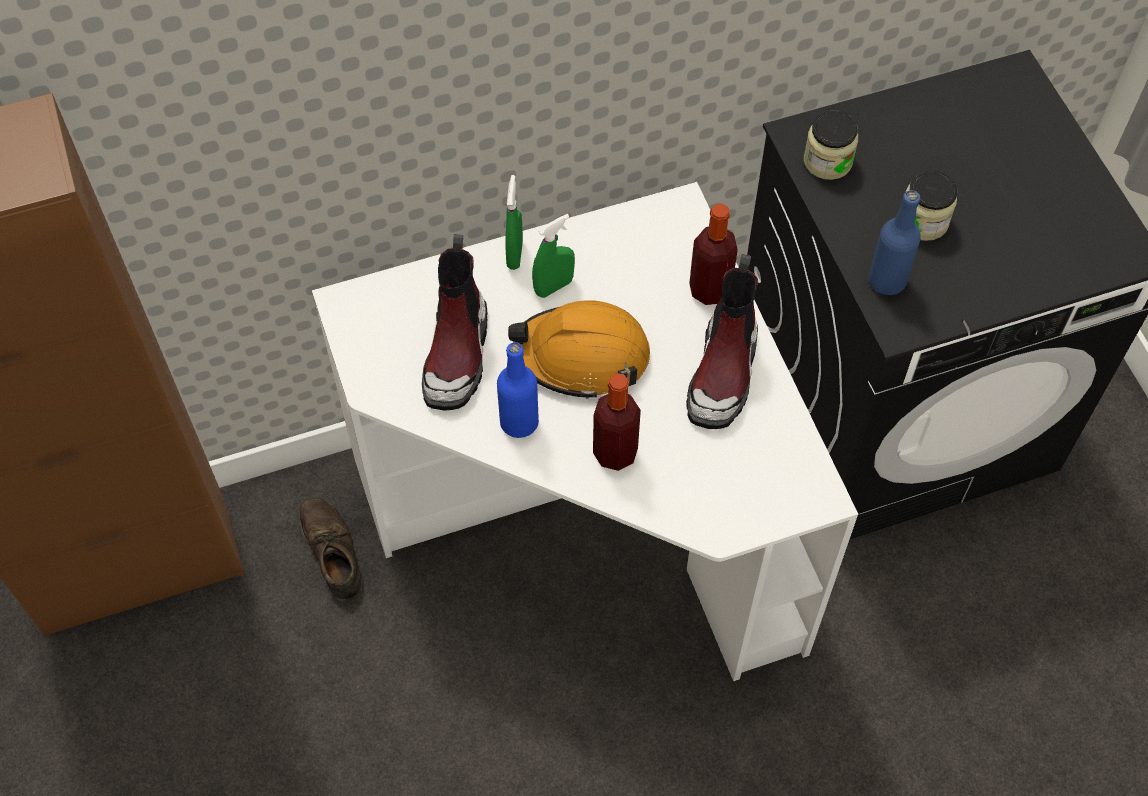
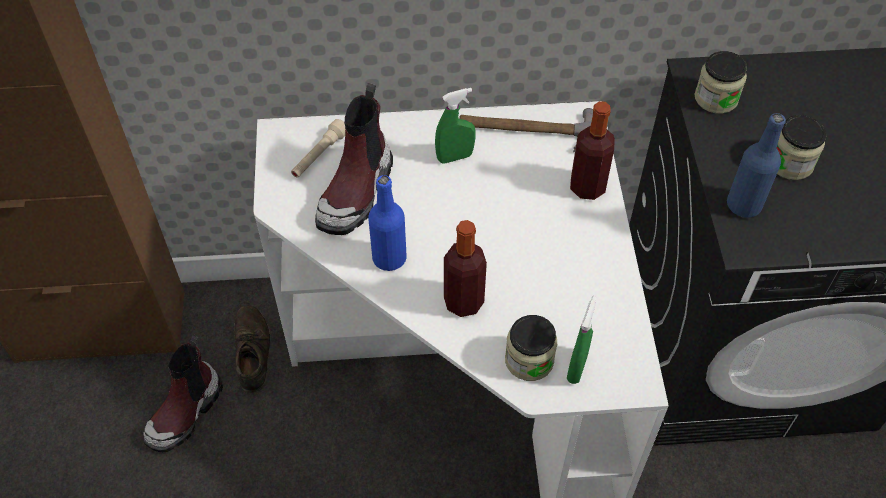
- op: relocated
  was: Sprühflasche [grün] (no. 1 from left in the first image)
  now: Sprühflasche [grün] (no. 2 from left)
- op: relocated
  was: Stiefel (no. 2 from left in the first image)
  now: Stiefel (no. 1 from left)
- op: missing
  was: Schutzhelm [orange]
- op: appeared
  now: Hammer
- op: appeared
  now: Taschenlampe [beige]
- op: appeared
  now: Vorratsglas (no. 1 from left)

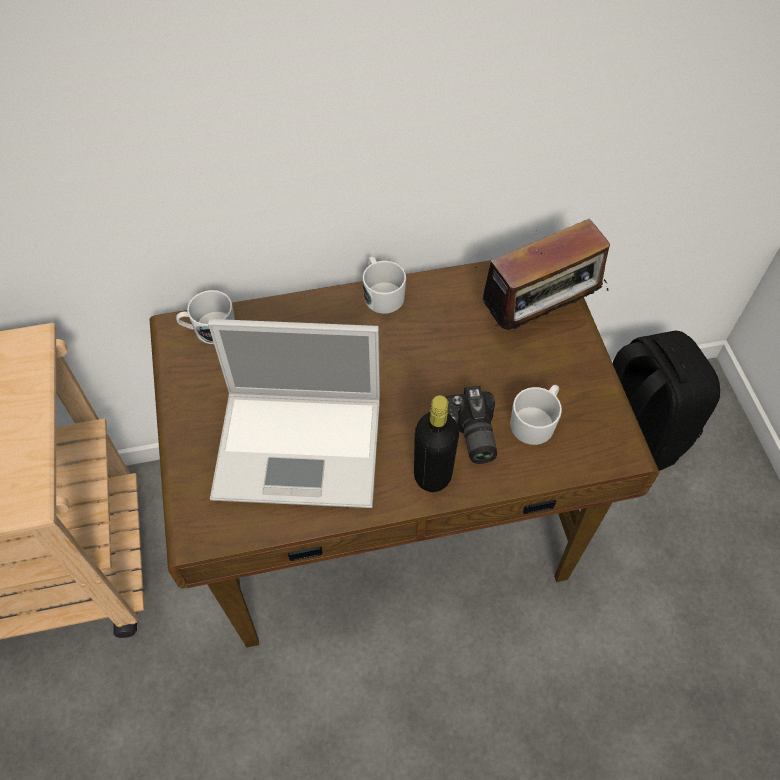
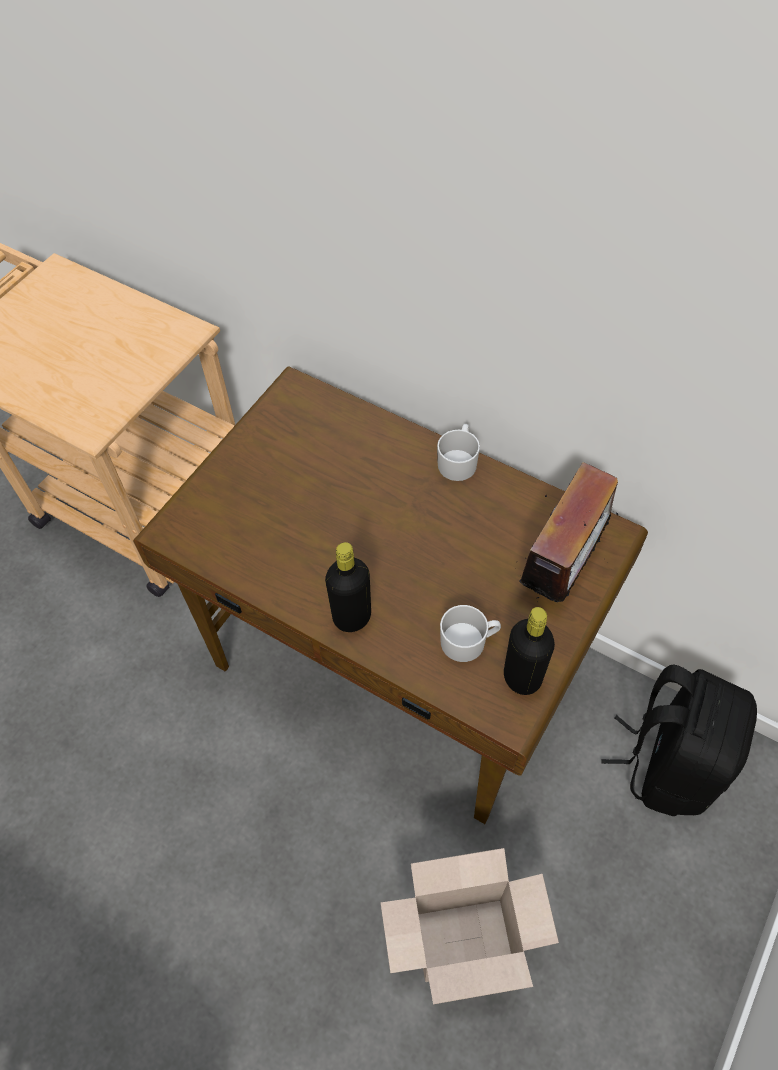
- op: spun
  was: Radio
  clockwise: -75
- op: missing
  was: Henkelbecher [weiß] (no. 1 from left)
- op: missing
  was: Laptop
- op: missing
  was: Kamera
- op: appeared
  now: Flasche [schwarz] (no. 2 from left)
- op: appeared
  now: Karton

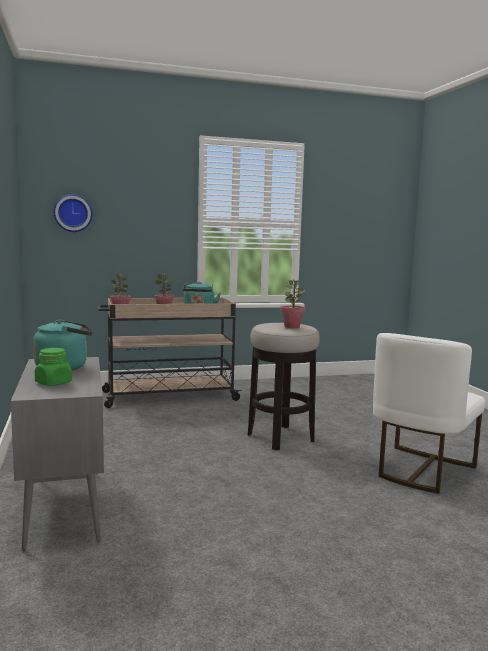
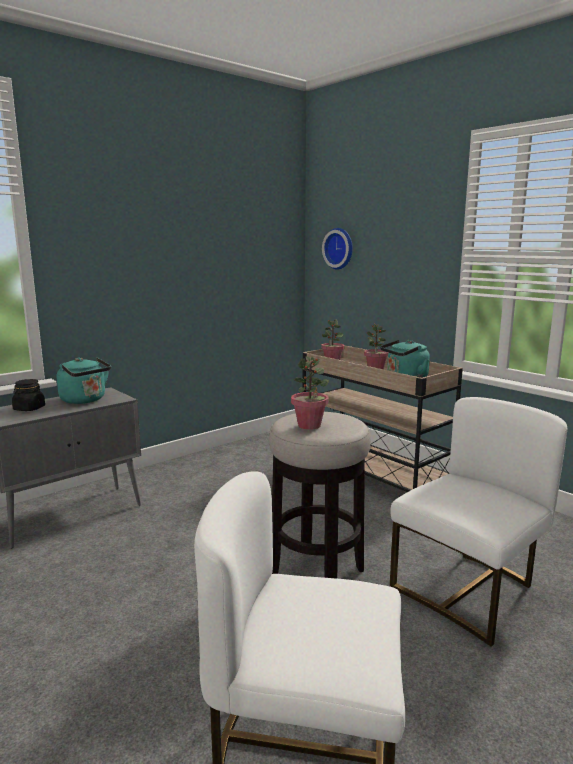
- op: colour
  was: Vorratsglas [grün]
  now: Vorratsglas [schwarz]
- op: appeared
  now: Stuhl [weiß] (no. 2 from left)

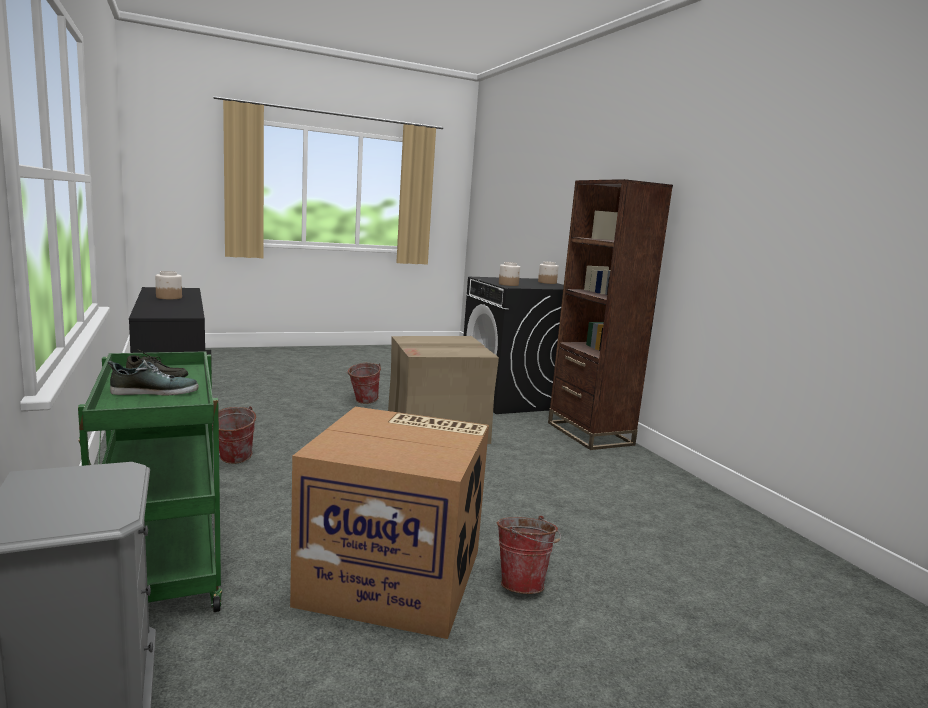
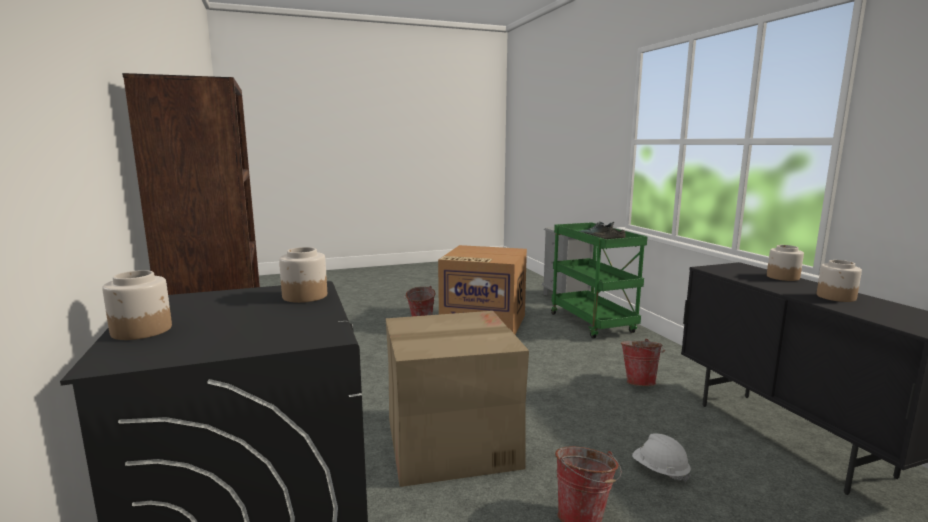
- op: appeared
  now: Vorratsglas (no. 3 from left)
- op: appeared
  now: Schutzhelm [weiß]

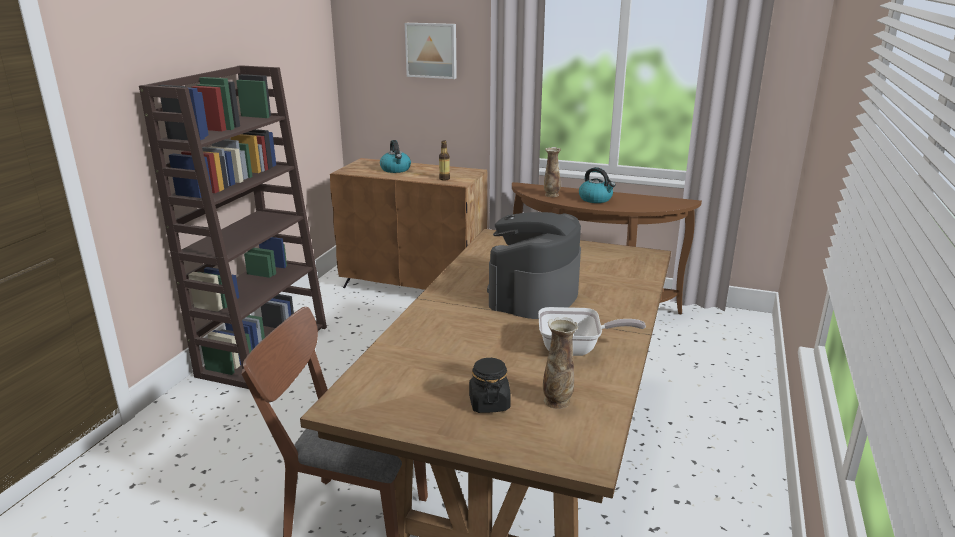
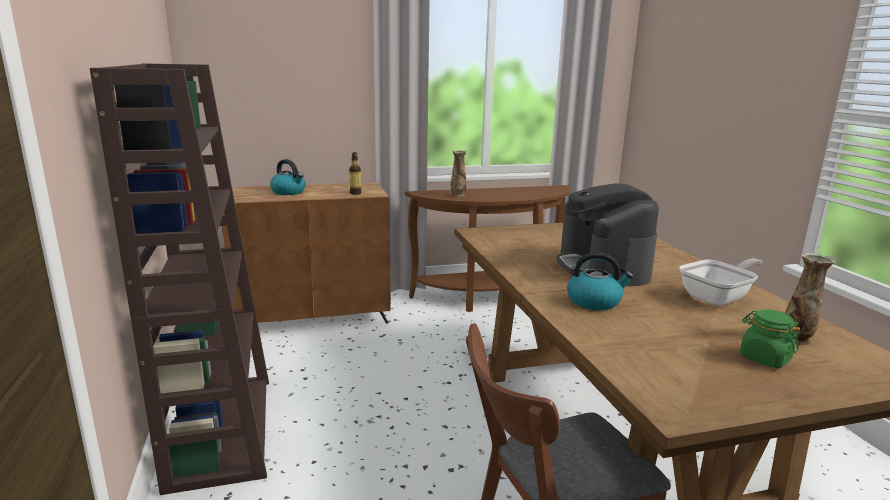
- op: missing
  was: Bild
- op: relocated
  was: Wasserkessel (no. 2 from left)
- op: colour
  was: Vorratsglas [schwarz]
  now: Vorratsglas [grün]

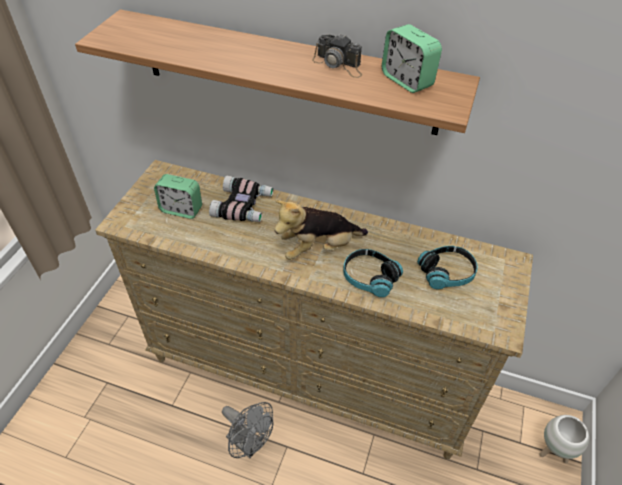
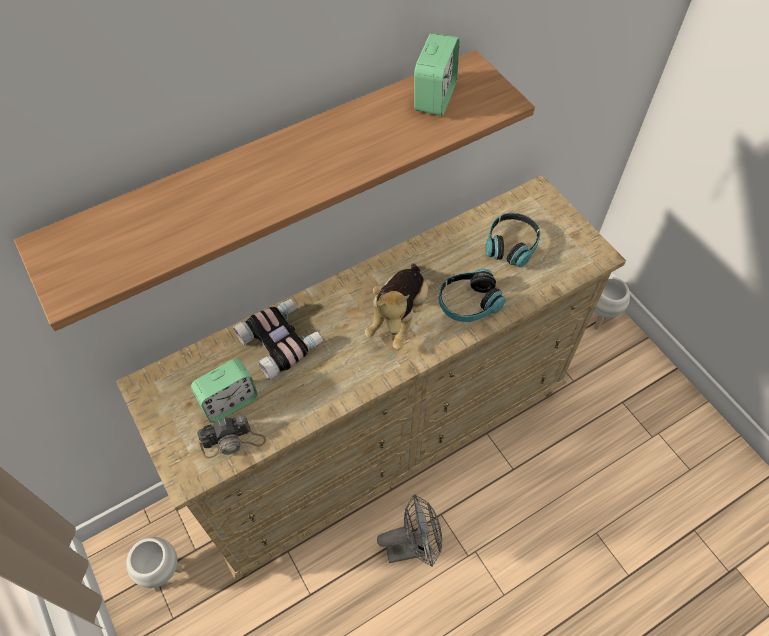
- op: spun
  was: Wecker (no. 2 from left)
  clockwise: -75
- op: relocated
  was: Kamera
- op: appeared
  now: Pflanzkübel [weiß] (no. 1 from left)

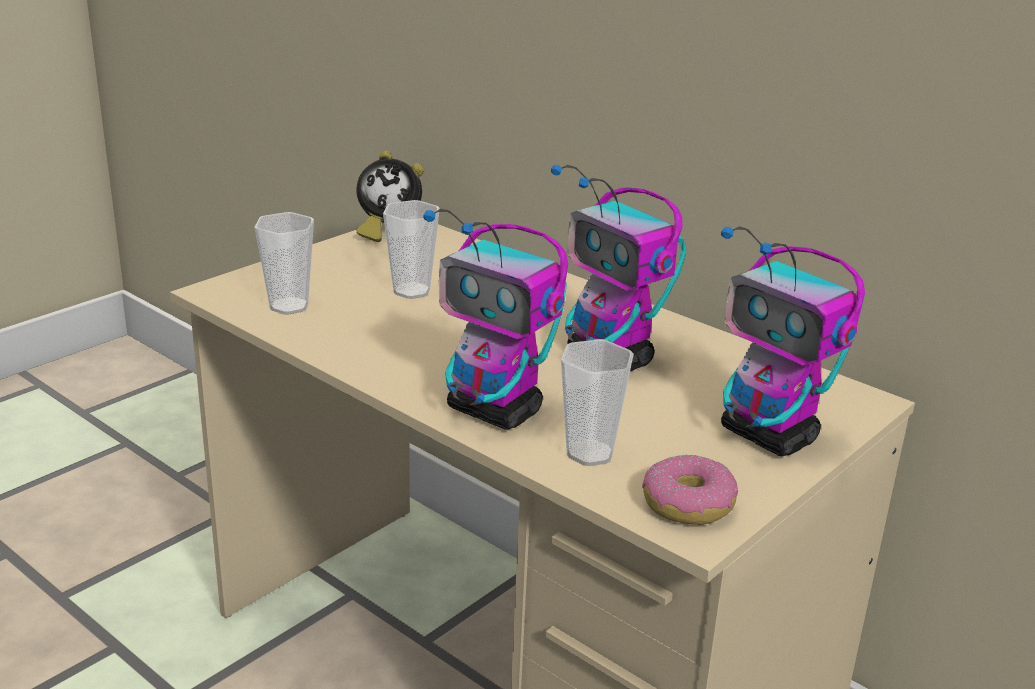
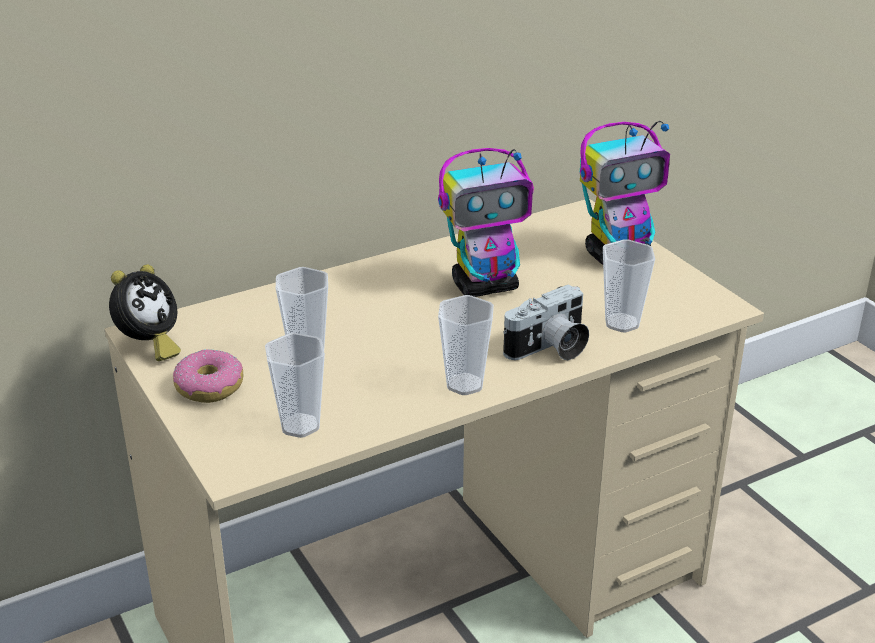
- op: exchanged
  was: Spielzeugroboter (no. 1 from left)
  now: Kamera
- op: relocated
  was: Donut
- op: appeared
  now: Tasse (no. 3 from left)

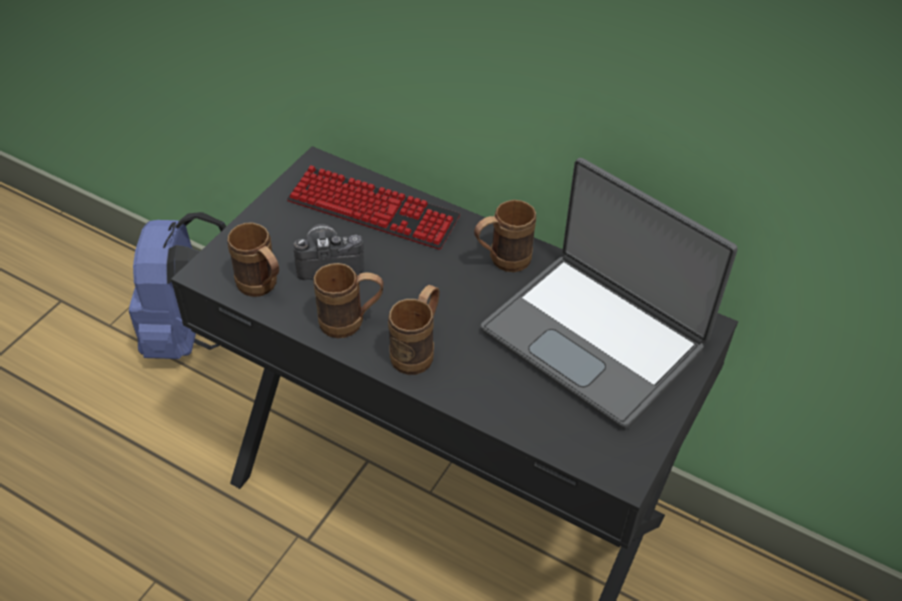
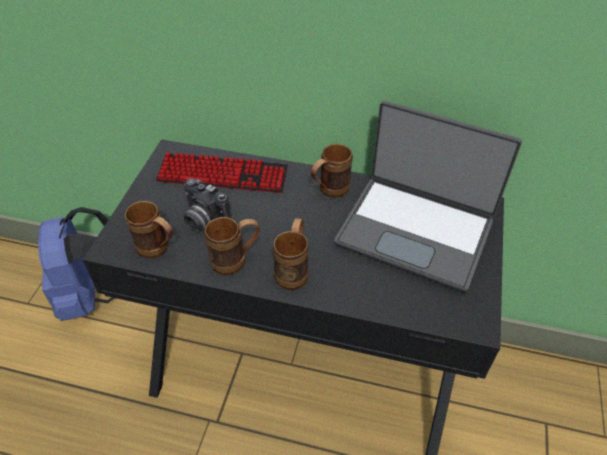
- op: spun
  was: Kamera
  clockwise: -120

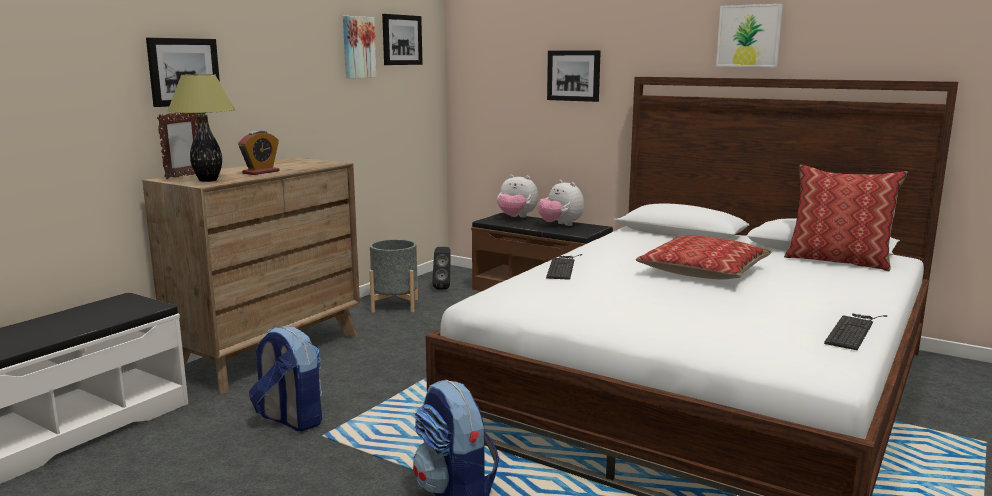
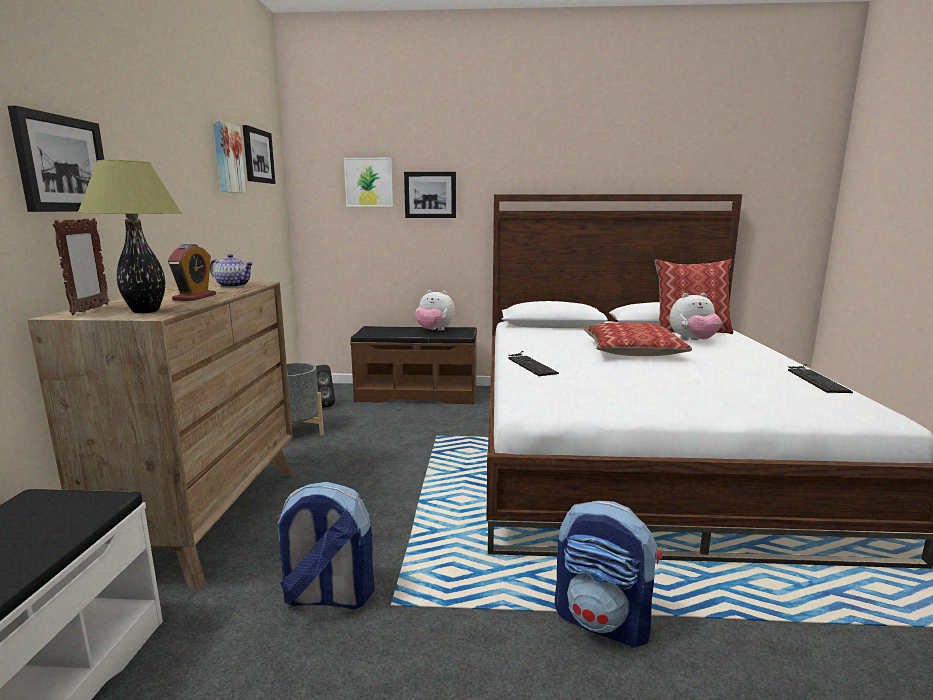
- op: relocated
  was: Bild (no. 5 from left in the first image)
  now: Bild (no. 4 from left)
- op: relocated
  was: Plüschtier (no. 1 from left in the first image)
  now: Plüschtier (no. 2 from left)
- op: appeared
  now: Teekanne

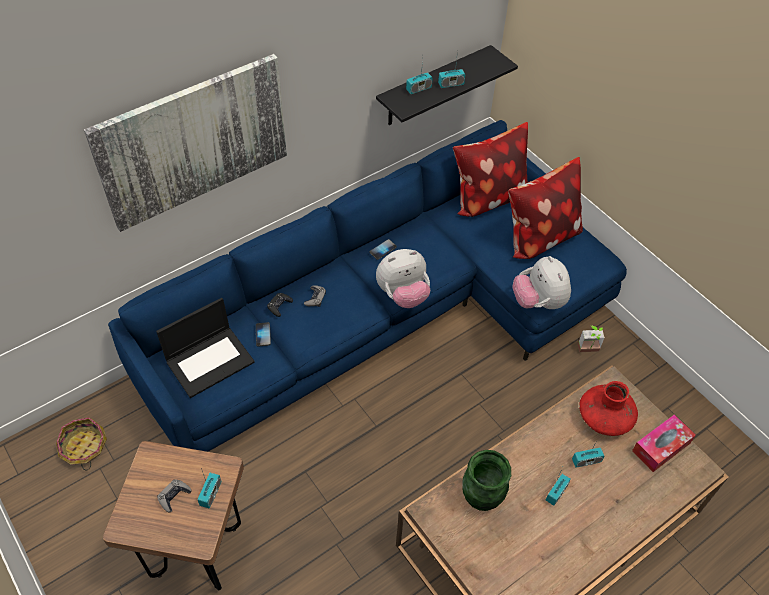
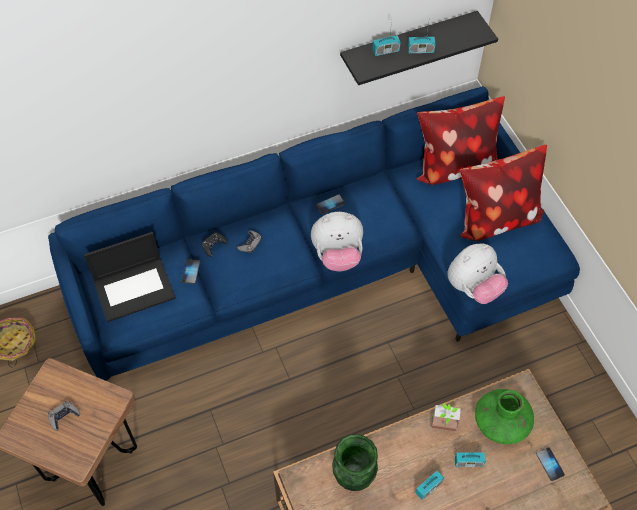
- op: missing
  was: Bild
- op: spun
  was: Plüschtier (no. 2 from left)
  clockwise: -120
- op: relocated
  was: Topfpflanze
- op: colour
  was: Vase [rot]
  now: Vase [grün] (no. 2 from left)
- op: exchanged
  was: Taschentuchbox
  now: Handy (no. 3 from left)
- op: missing
  was: Radio (no. 1 from left)

